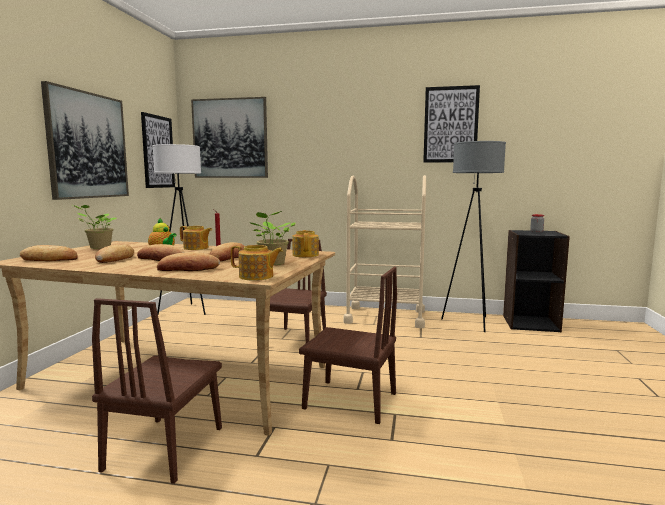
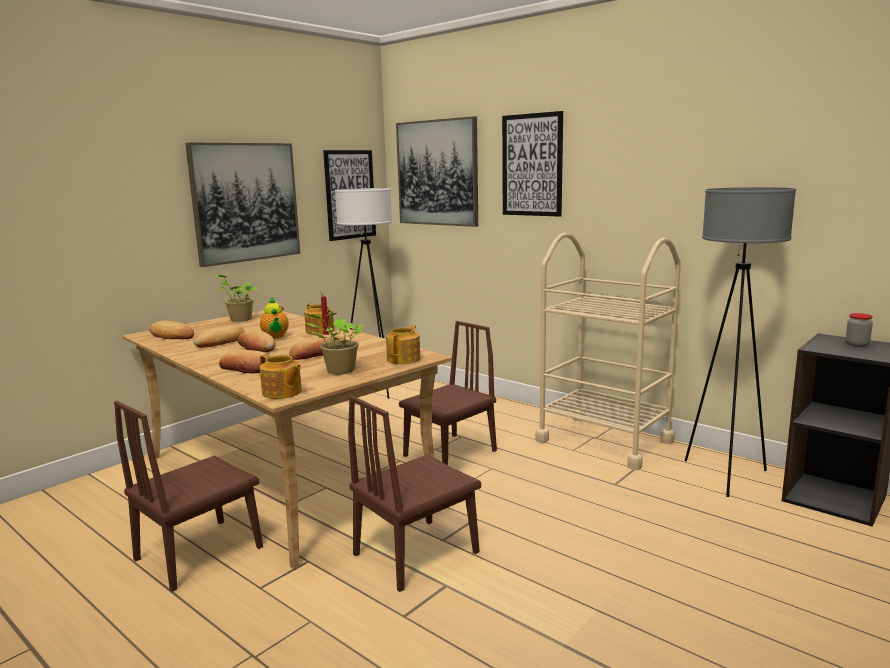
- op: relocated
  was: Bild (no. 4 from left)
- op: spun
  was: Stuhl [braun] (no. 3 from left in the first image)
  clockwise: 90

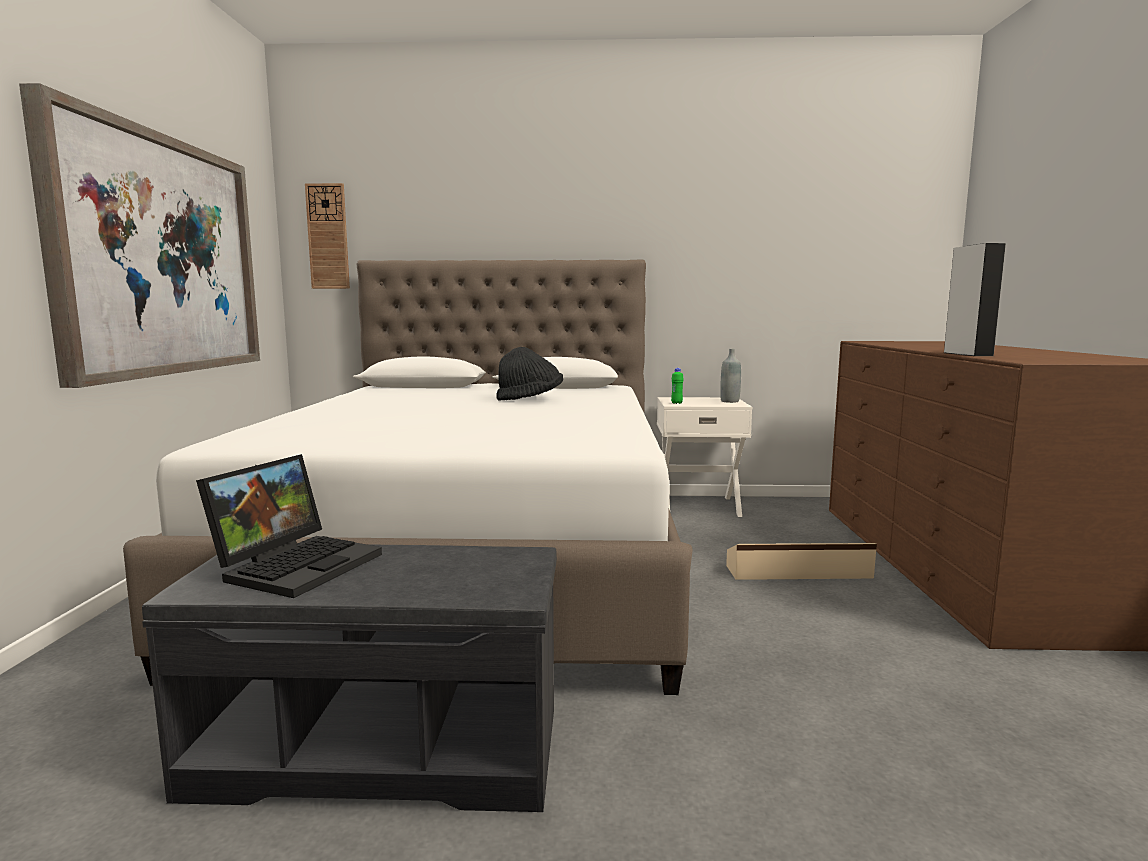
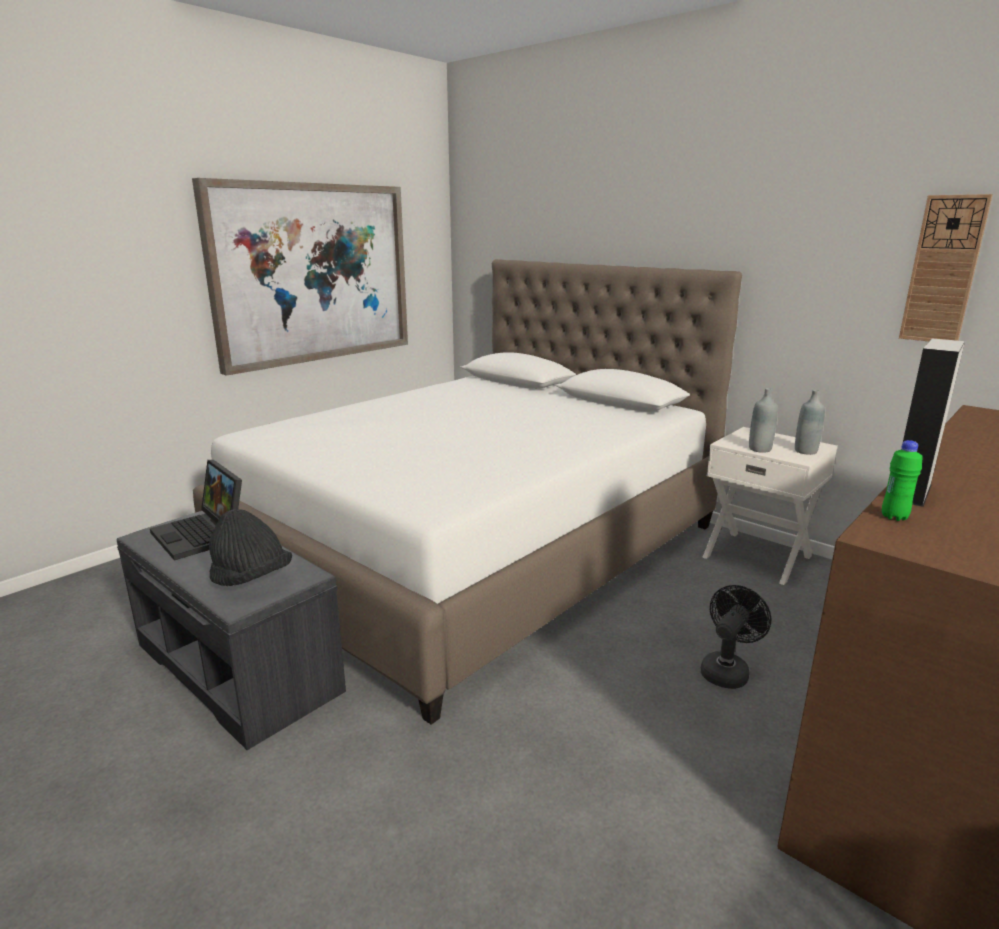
- op: relocated
  was: Wanduhr
- op: relocated
  was: Hut [schwarz]
- op: relocated
  was: Flasche [grün]
- op: spun
  was: Laptop
  clockwise: 75
- op: exchanged
  was: Aufbewahrungsbox [beige]
  now: Ventilator [schwarz]
- op: appeared
  now: Flasche [grau] (no. 1 from left)

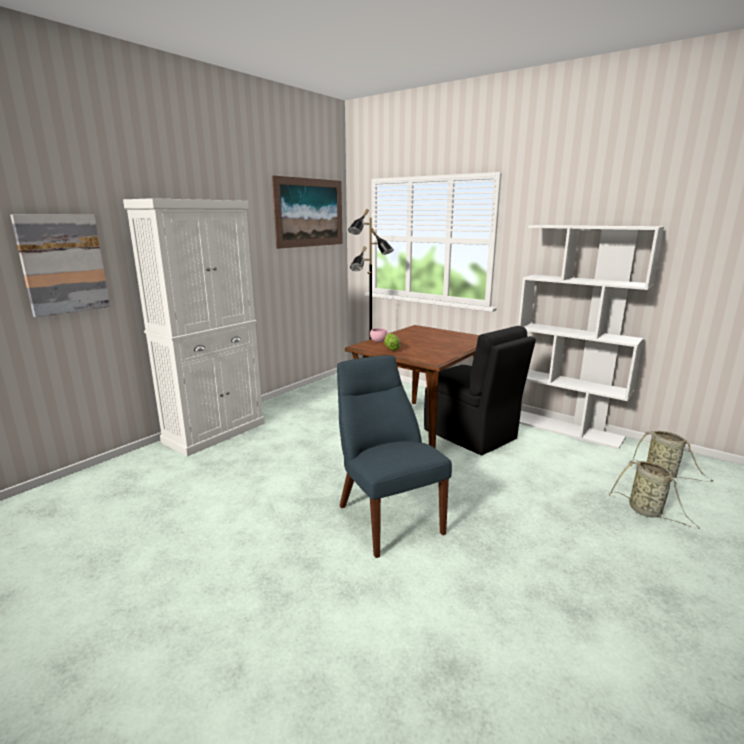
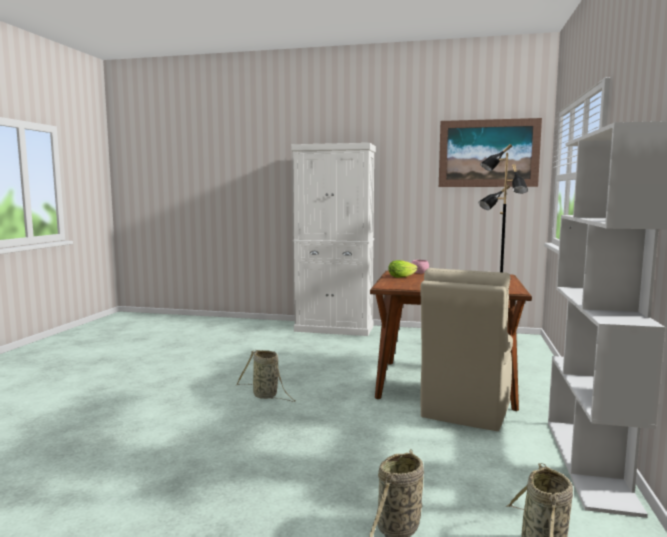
- op: missing
  was: Bild (no. 1 from left)
- op: colour
  was: Stuhl [schwarz]
  now: Stuhl [beige]
- op: exchanged
  was: Stuhl [blau]
  now: Korb (no. 1 from left)

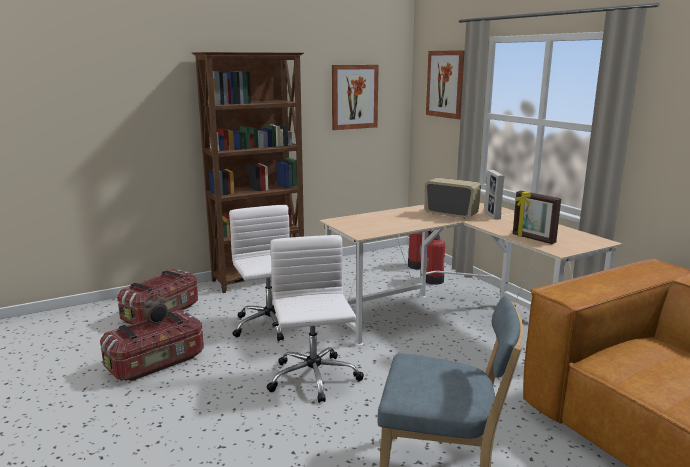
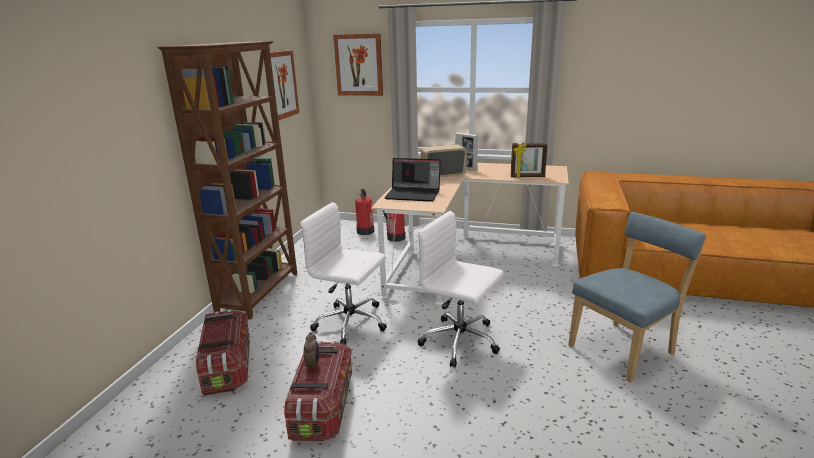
- op: appeared
  now: Laptop

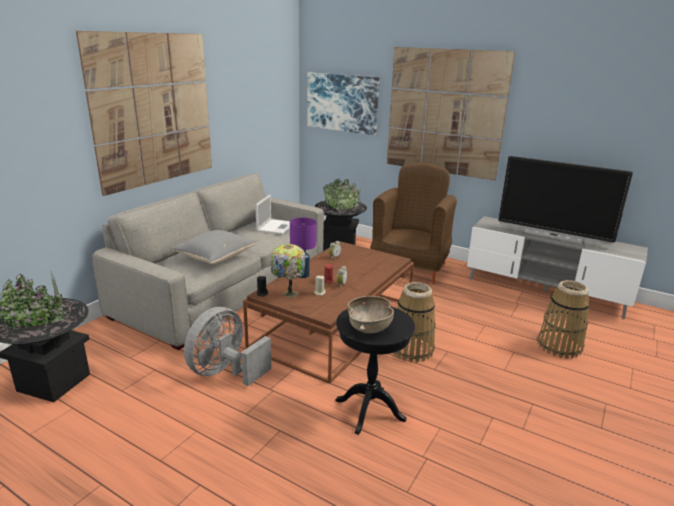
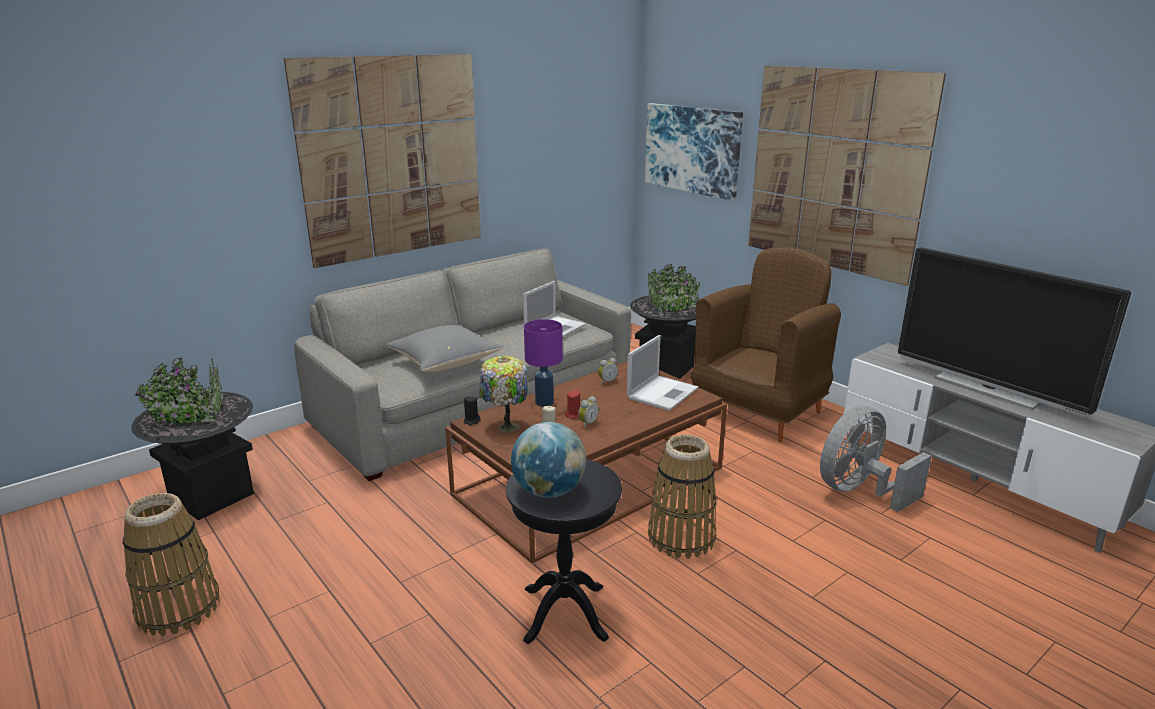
- op: relocated
  was: Korb (no. 2 from left in the first image)
  now: Korb (no. 1 from left)
- op: exchanged
  was: Schüssel [braun]
  now: Globus
- op: relocated
  was: Ventilator [grau]
- op: appeared
  now: Laptop (no. 2 from left)

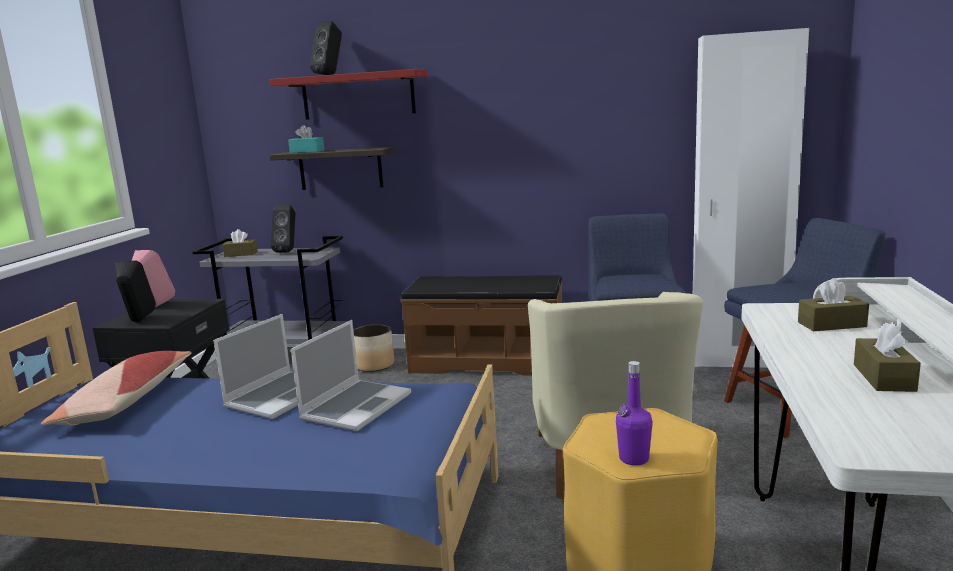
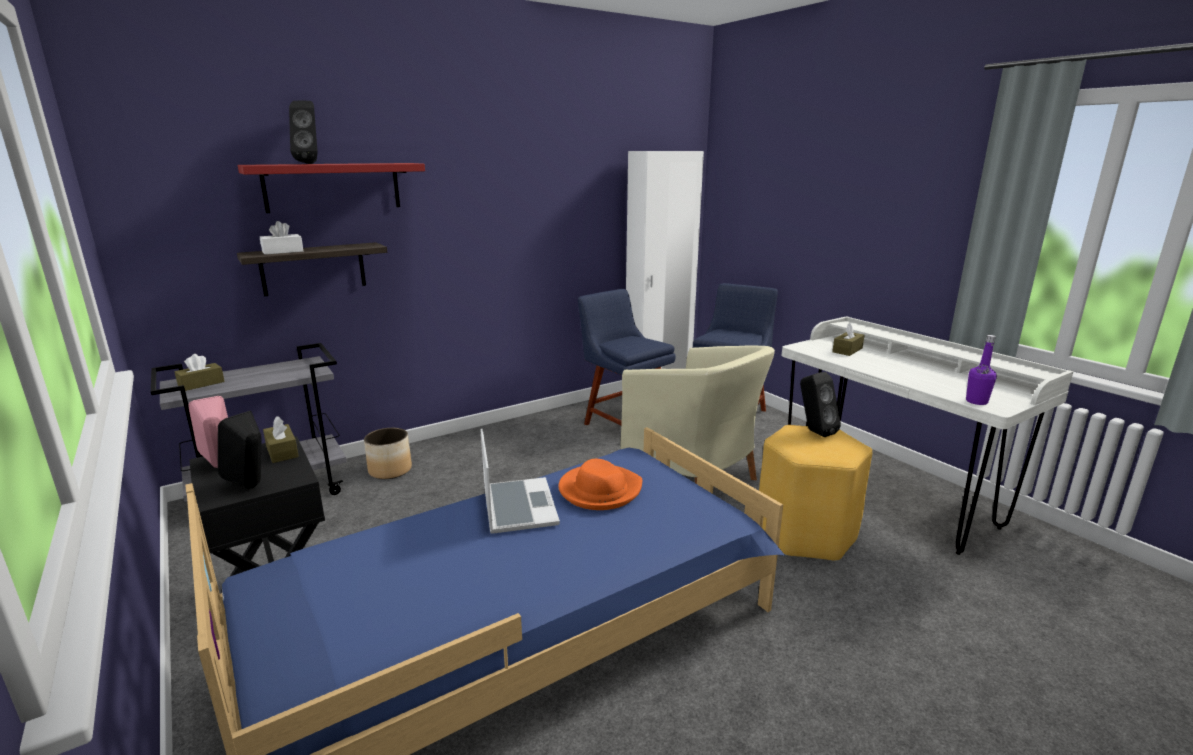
- op: colour
  was: Taschentuchbox [türkis]
  now: Taschentuchbox [weiß]
- op: relocated
  was: Lautsprecher [schwarz] (no. 2 from left in the first image)
  now: Lautsprecher [schwarz] (no. 3 from left)
- op: missing
  was: Bank [braun]
- op: exchanged
  was: Laptop (no. 2 from left)
  now: Hut [orange]
- op: relocated
  was: Taschentuchbox [braun] (no. 3 from left in the first image)
  now: Taschentuchbox [braun] (no. 2 from left)
- op: missing
  was: Kissen
- op: relocated
  was: Flasche [lila]

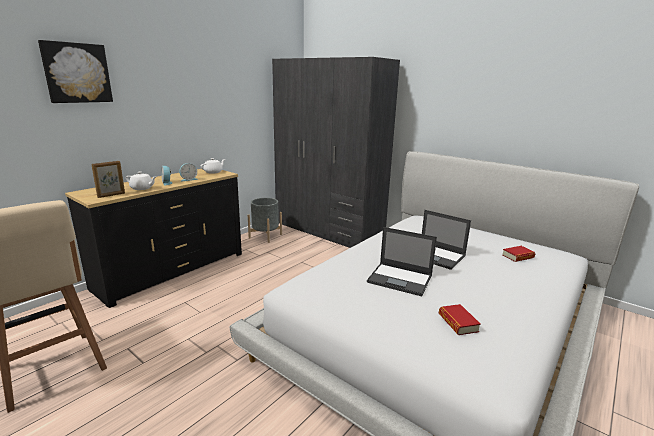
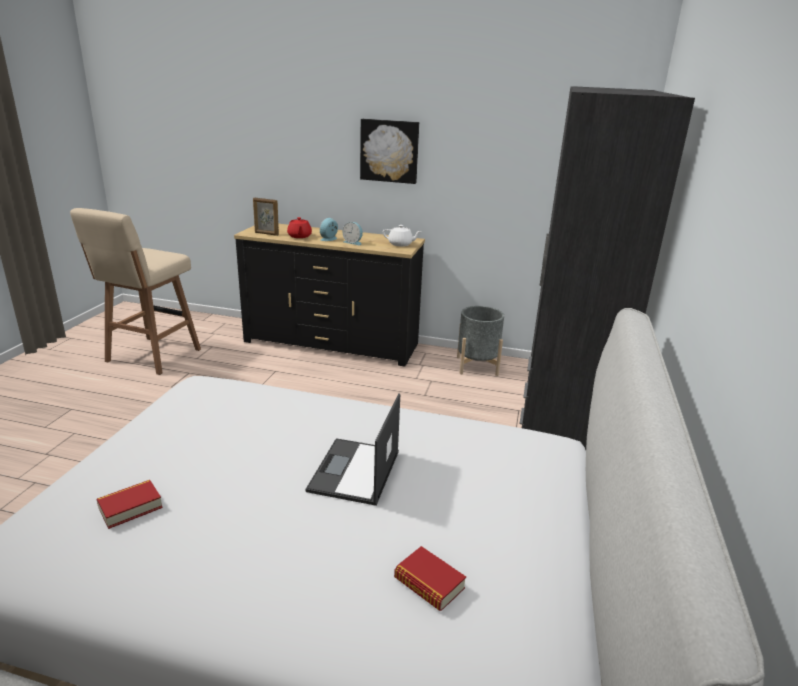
- op: relocated
  was: Bild
- op: colour
  was: Teekanne [weiß] (no. 1 from left)
  now: Teekanne [rot]
- op: missing
  was: Laptop (no. 1 from left)

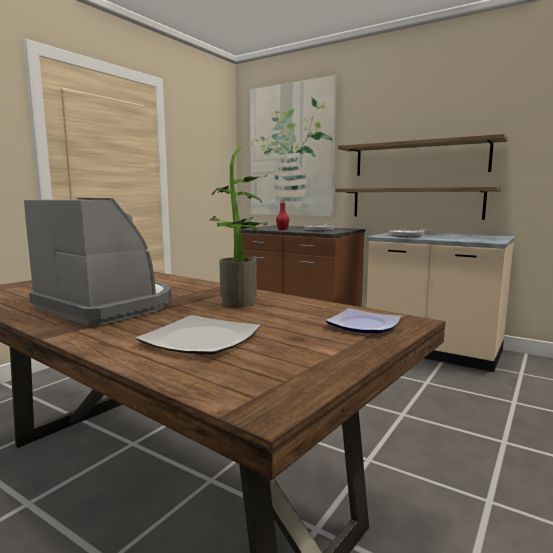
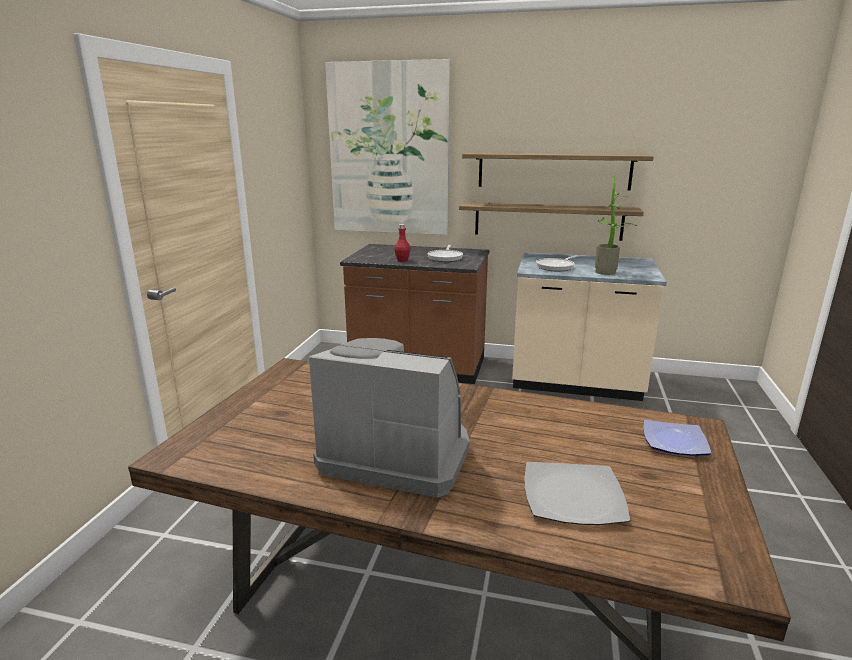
- op: relocated
  was: Topfpflanze

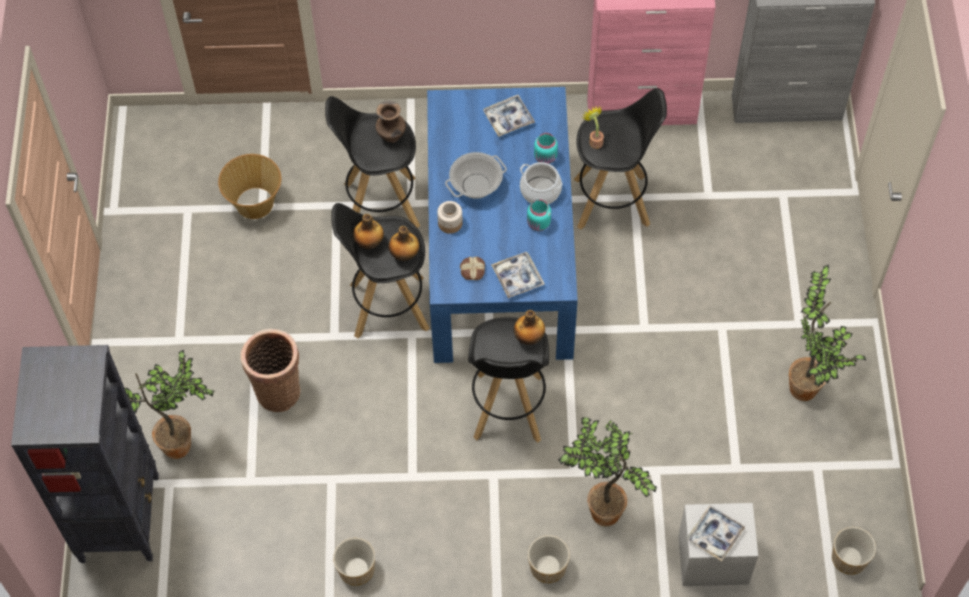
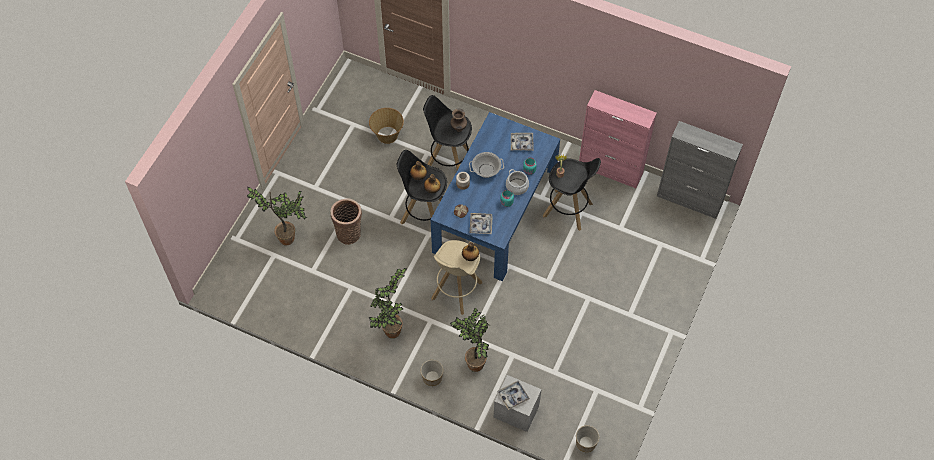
- op: relocated
  was: Topfpflanze (no. 4 from left in the first image)
  now: Topfpflanze (no. 2 from left)
- op: colour
  was: Hocker [schwarz] (no. 3 from left)
  now: Hocker [beige]
- op: missing
  was: Bücherregal [schwarz]
- op: missing
  was: Pflanzkübel (no. 1 from left)

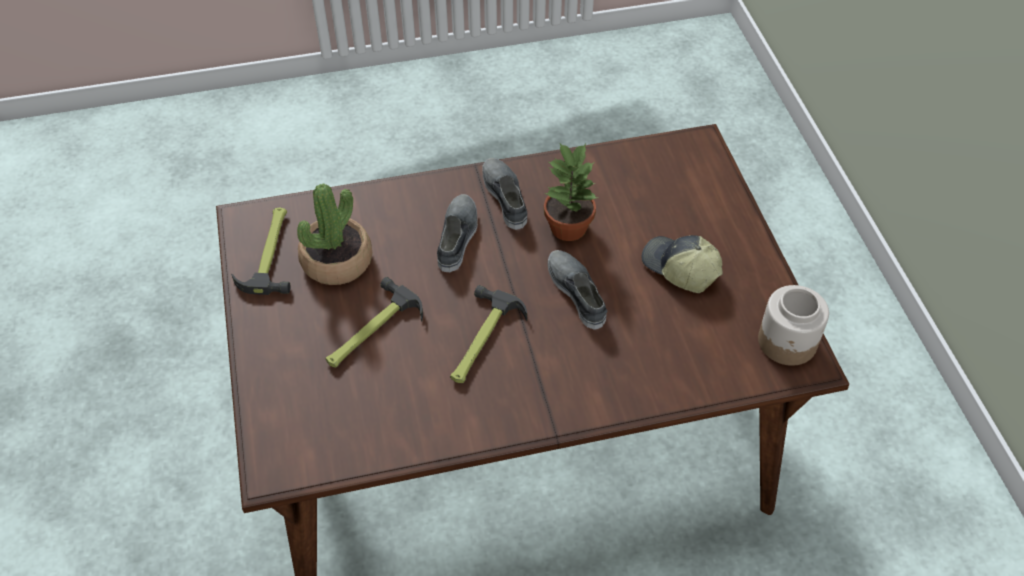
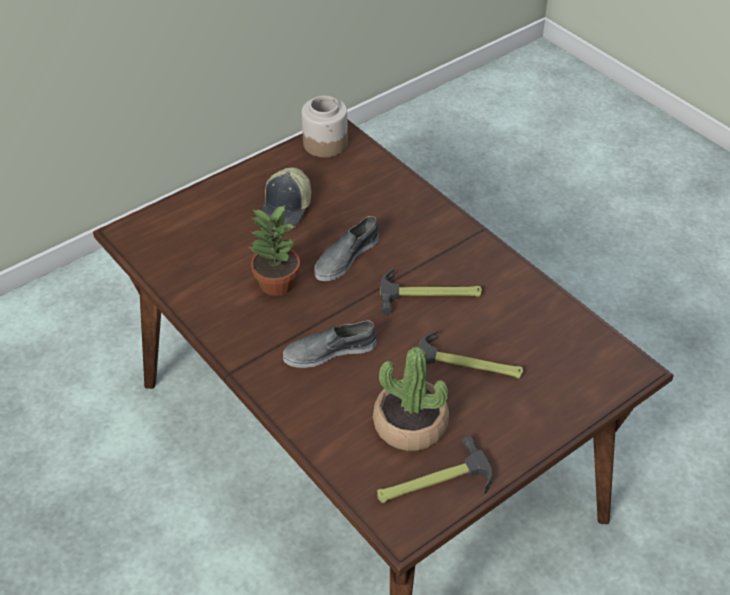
- op: missing
  was: Schuh [grau] (no. 2 from left)

